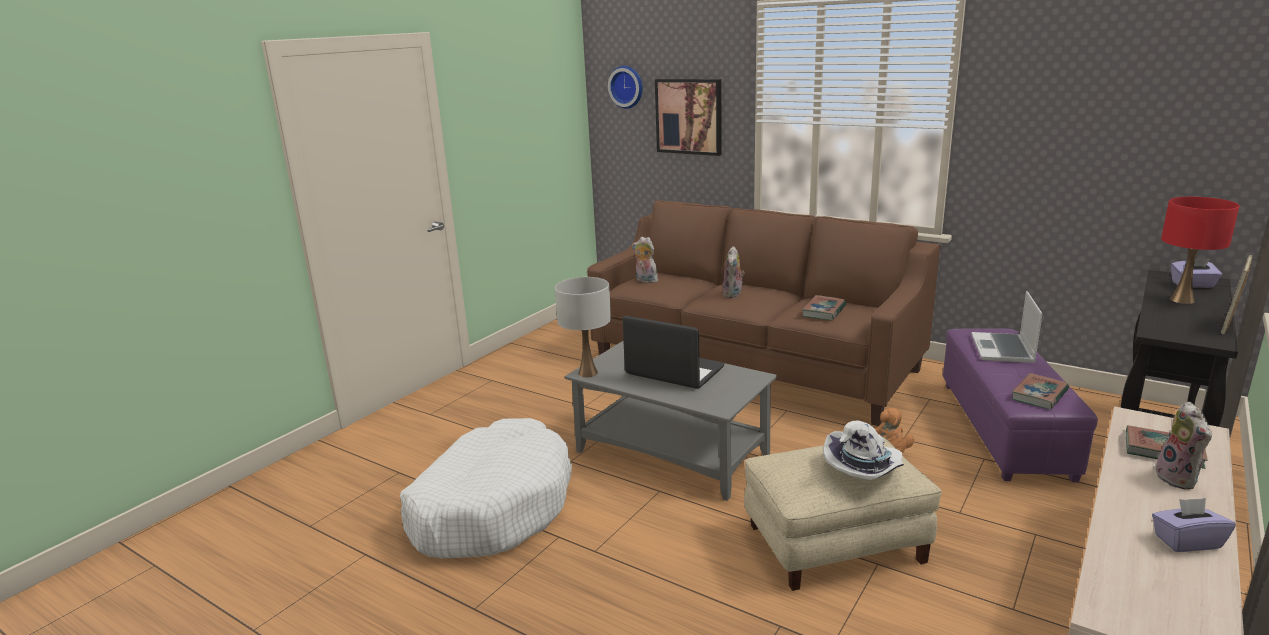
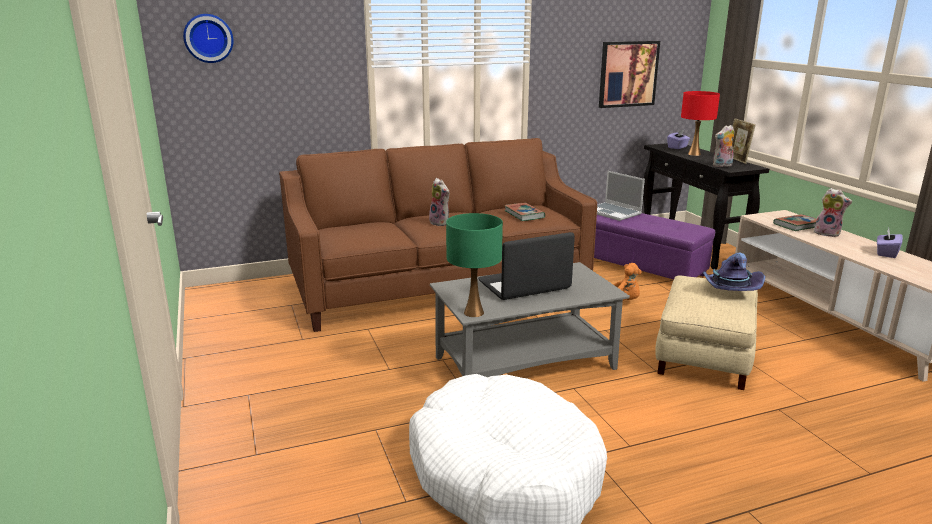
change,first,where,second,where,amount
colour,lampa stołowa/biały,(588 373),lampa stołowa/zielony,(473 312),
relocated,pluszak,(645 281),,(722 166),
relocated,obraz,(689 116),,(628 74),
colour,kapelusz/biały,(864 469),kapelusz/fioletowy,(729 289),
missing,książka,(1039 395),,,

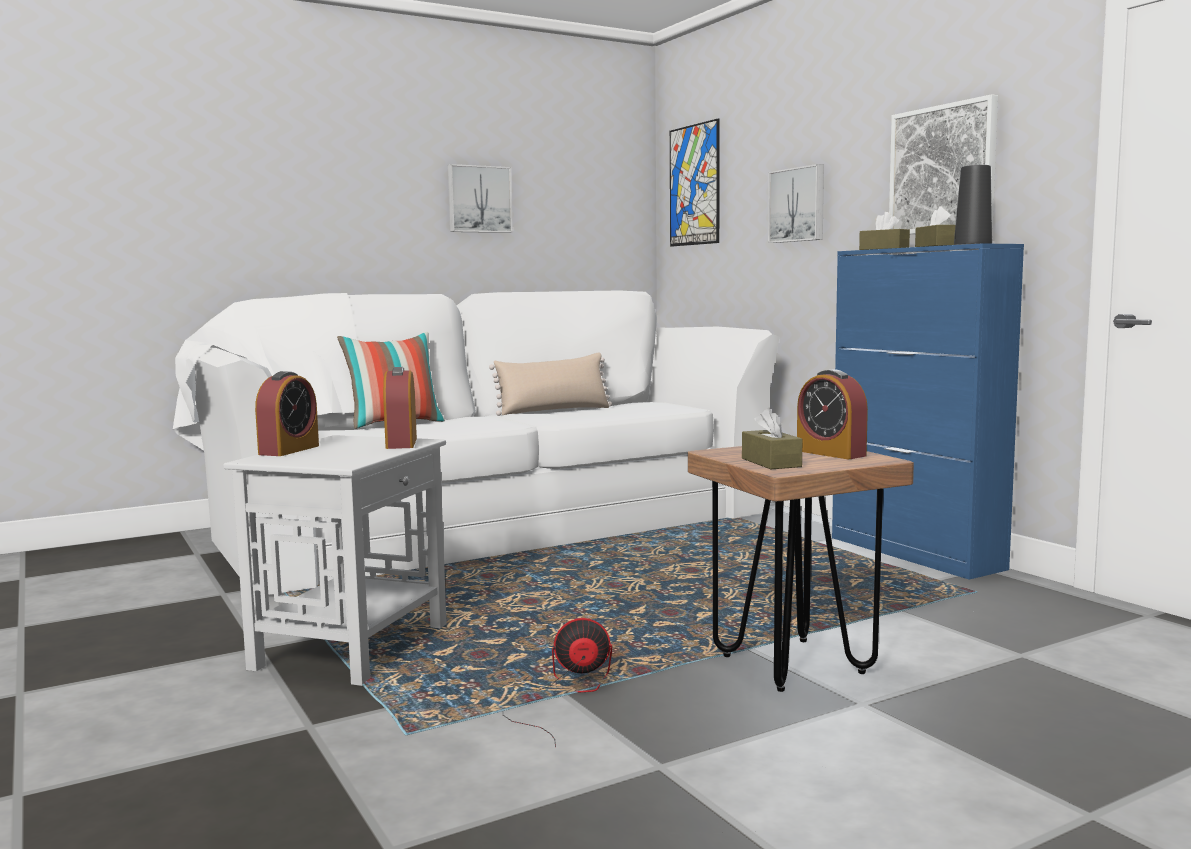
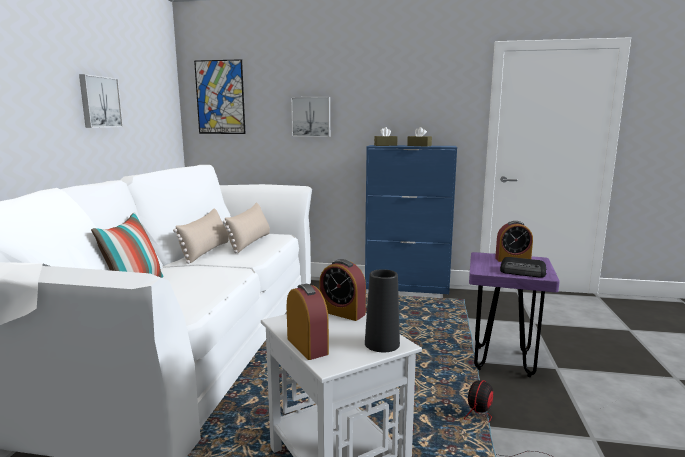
change,first,where,second,where,amount
colour,stołek/brązowy,(793 664),stołek/fioletowy,(503 361),
exchanged,pudełko chusteczek/brązowy,(771 462),radio,(523 272),
missing,obraz,(943 169),,,
relocated,wazon/czarny,(972 244),,(382 344),
appeared,,,poduszka/beżowy,(250 242),

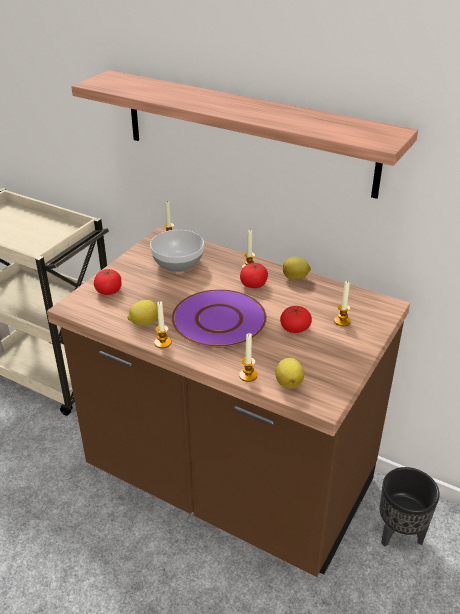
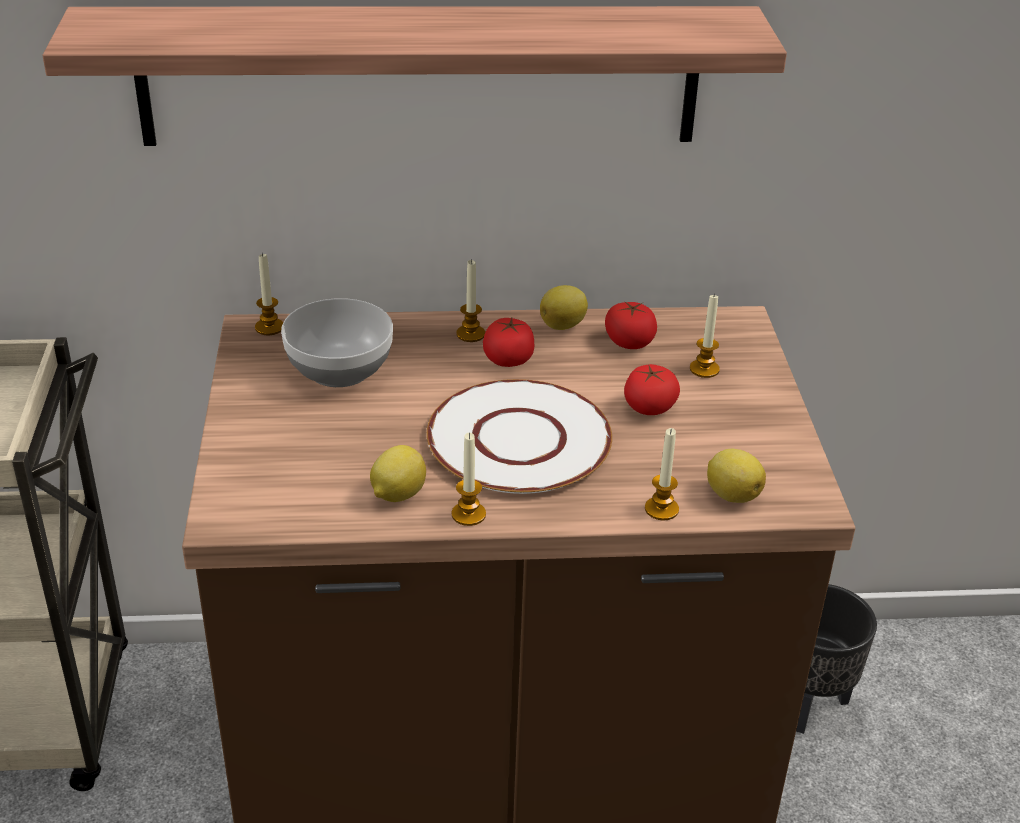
change,first,where,second,where,amount
relocated,pomidor,(109 290),,(629 341),
colour,talerz/fioletowy,(219 320),talerz/biały,(518 439),

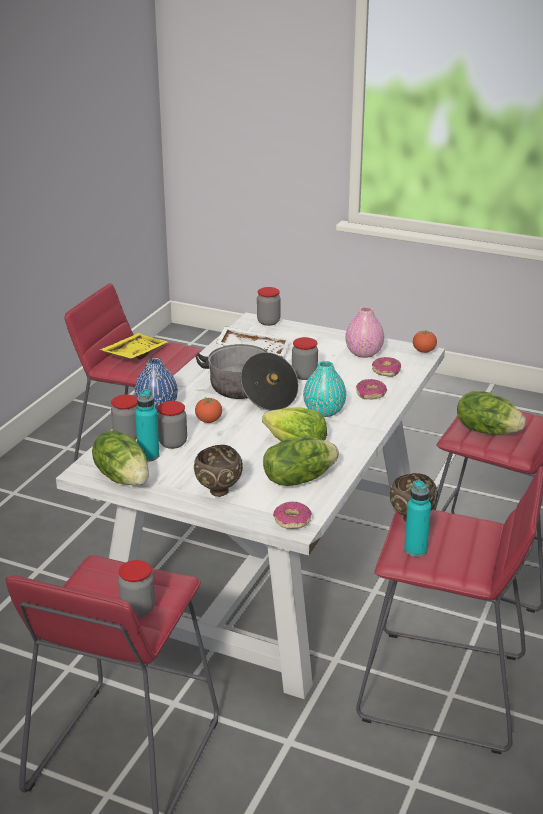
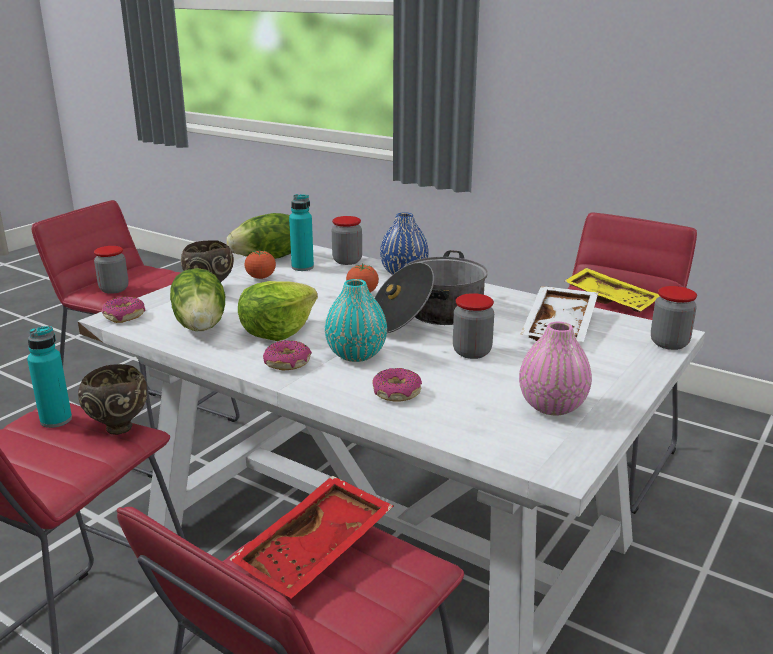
change,first,where,second,where,amount
missing,słoik,(173 443),,,
relocated,donut,(386 371),,(287 363),
relocated,pomidor,(424 351),,(261 277),
exchanged,sałata,(487 430),taca/czerwony,(317 551),

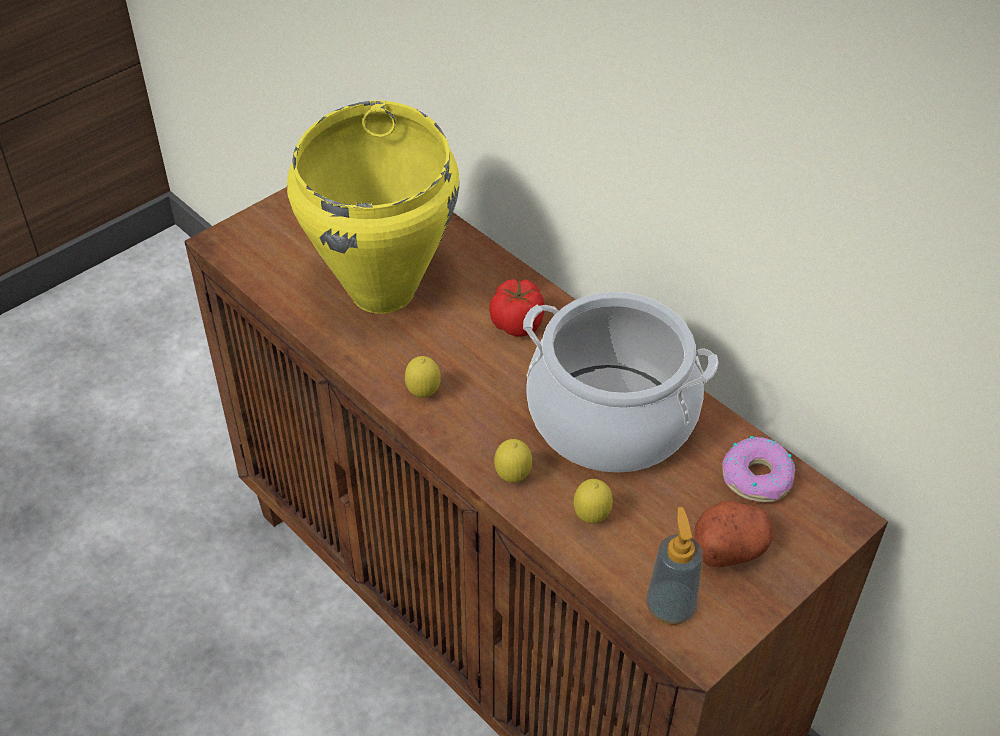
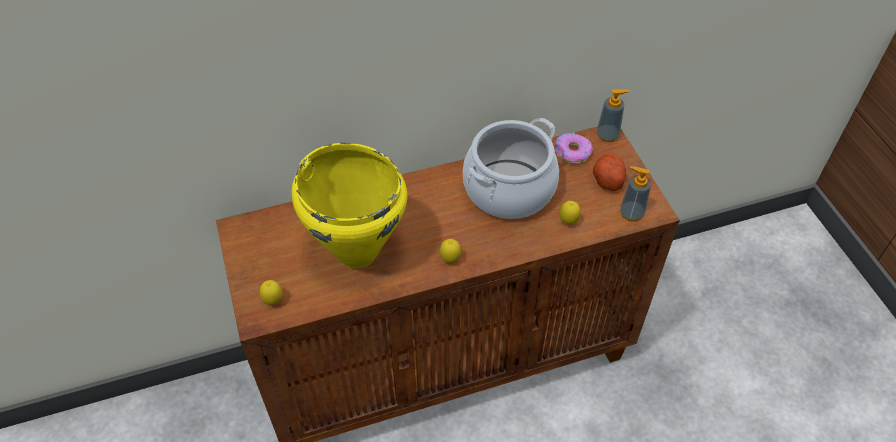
change,first,where,second,where,amount
missing,pomidor,(518 323),,,
relocated,cytryna,(513 478),,(273 301),
appeared,,,dozownik mydła,(607 135),

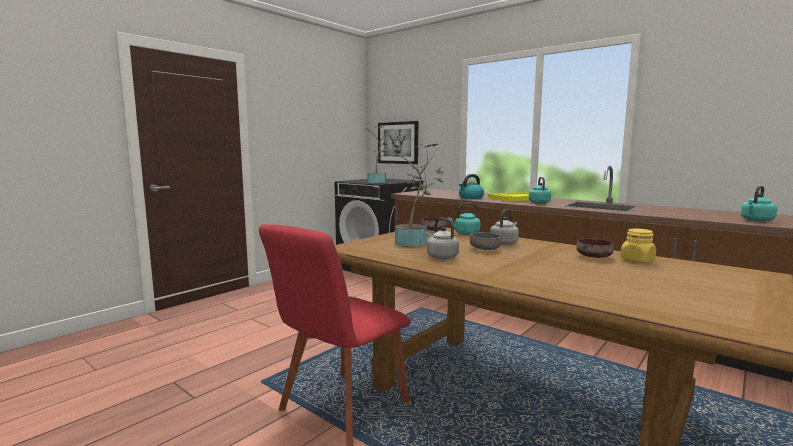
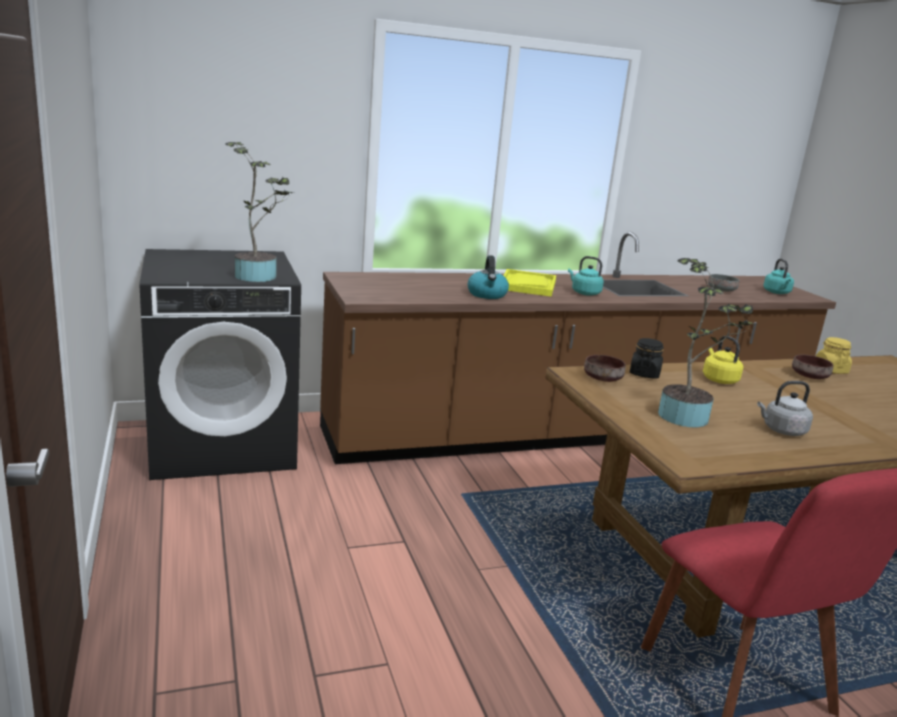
change,first,where,second,where,amount
missing,obraz,(398 143),,,
exchanged,czajnik/turkusowy,(465 233),słoik/czarny,(644 374),
relocated,miska/szary,(486 249),,(722 290),
colour,czajnik/szary,(504 243),czajnik/żółty,(718 379),

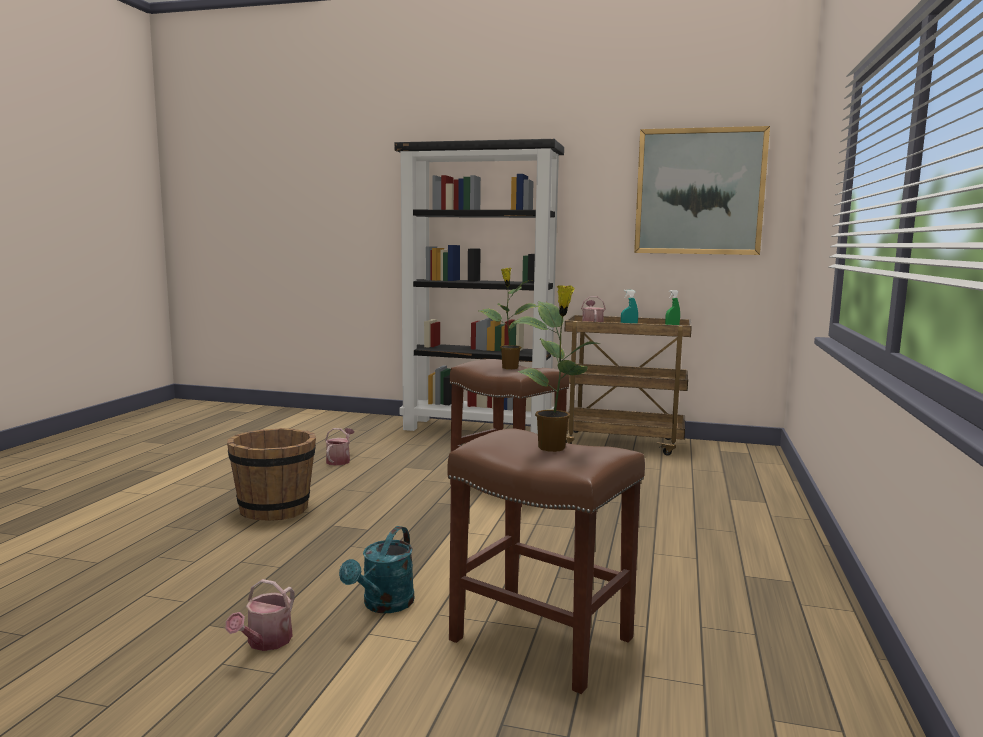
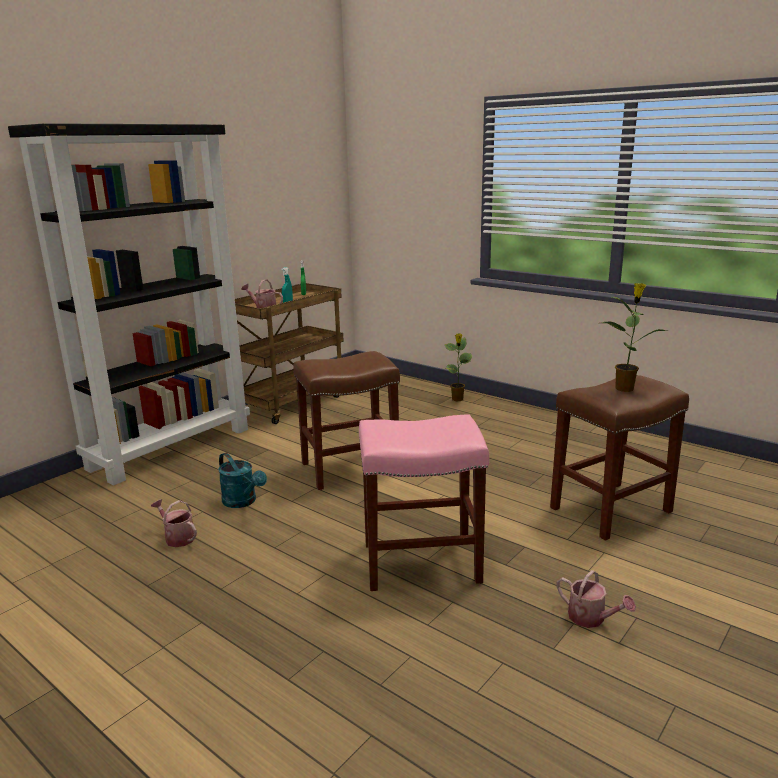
change,first,where,second,where,amount
missing,wiadro/brązowy,(275 509),,,
relocated,konewka/turkusowy,(383 605),,(243 502),
relocated,roślina doniczkowa,(509 368),,(457 399),
missing,obraz,(699 192),,,
appeared,,,stołek/różowy,(419 563),

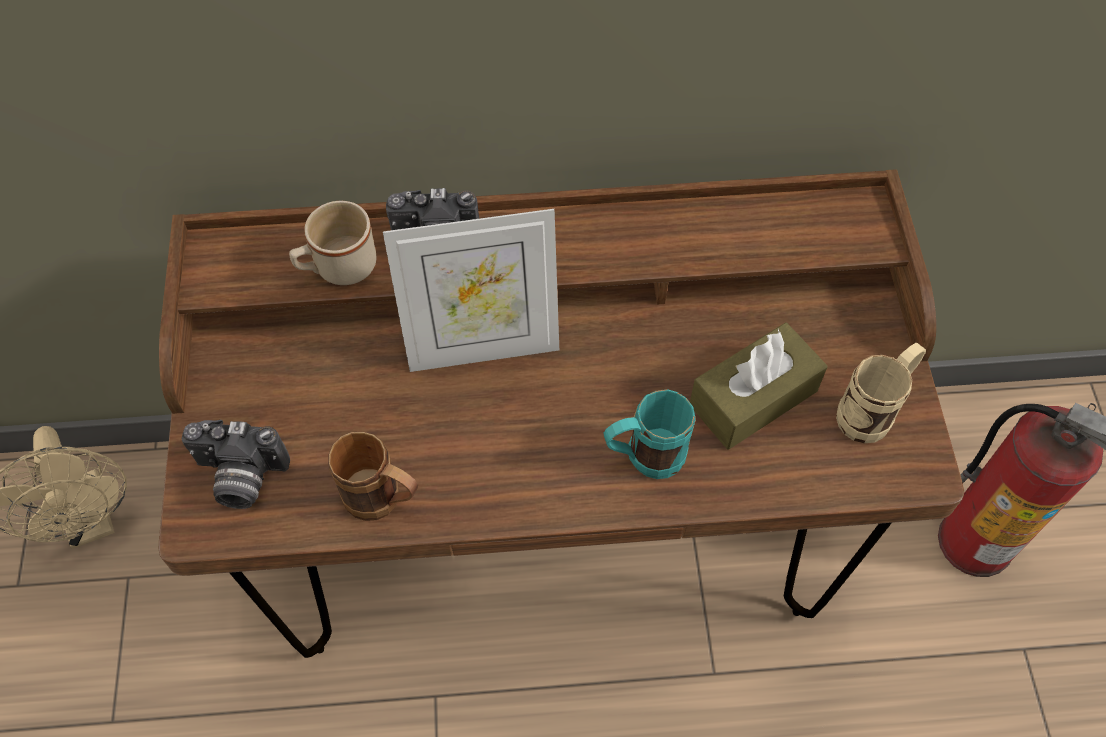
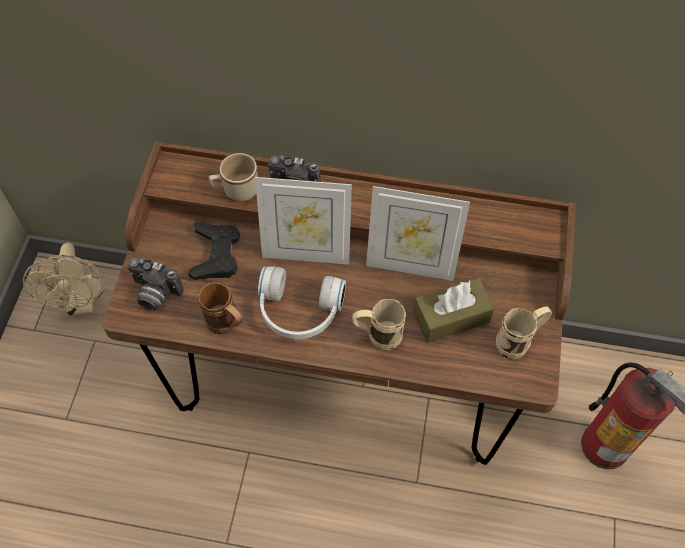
change,first,where,second,where,amount
colour,kubek/turkusowy,(643 458),kubek/beżowy,(377 336),
appeared,,,pad do gier/czarny,(216 254),
appeared,,,słuchawki/biały,(298 312),
appeared,,,ramka na zdjęcie,(411 265),

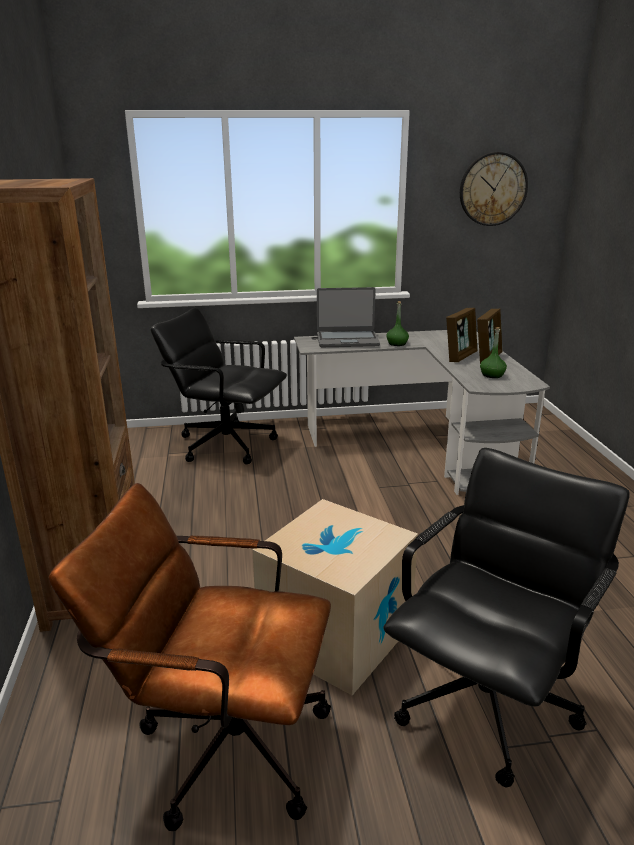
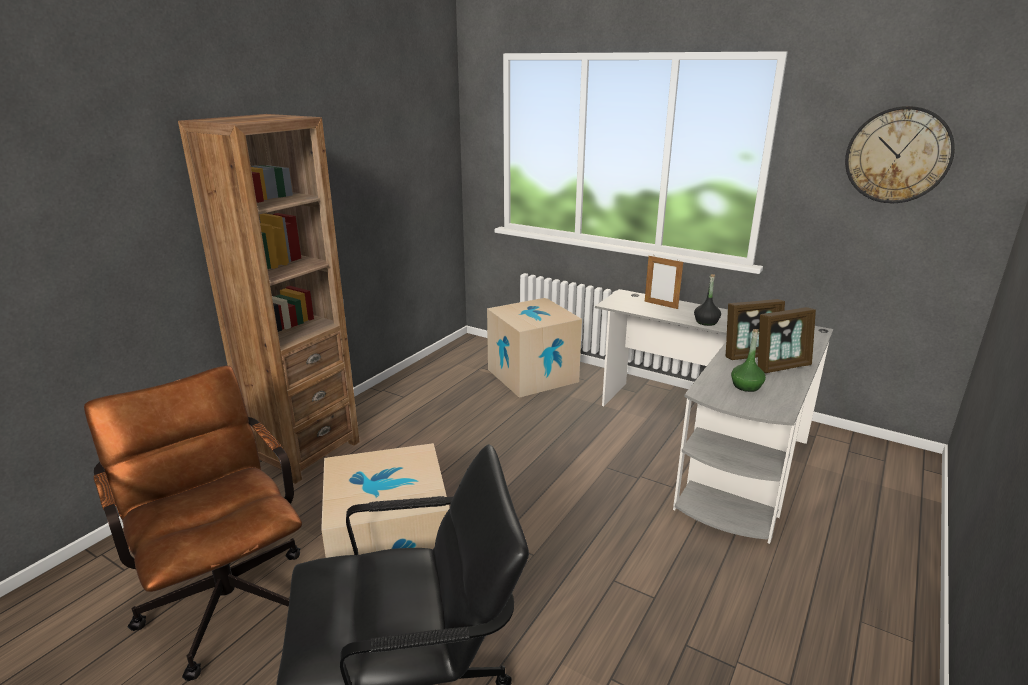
change,first,where,second,where,amount
exchanged,krzesło biurowe/czarny,(226 444),karton,(532 375),
exchanged,laptop,(347 340),ramka na zdjęcie,(661 305),
colour,butelka/zielony,(397 343),butelka/czarny,(706 322),

